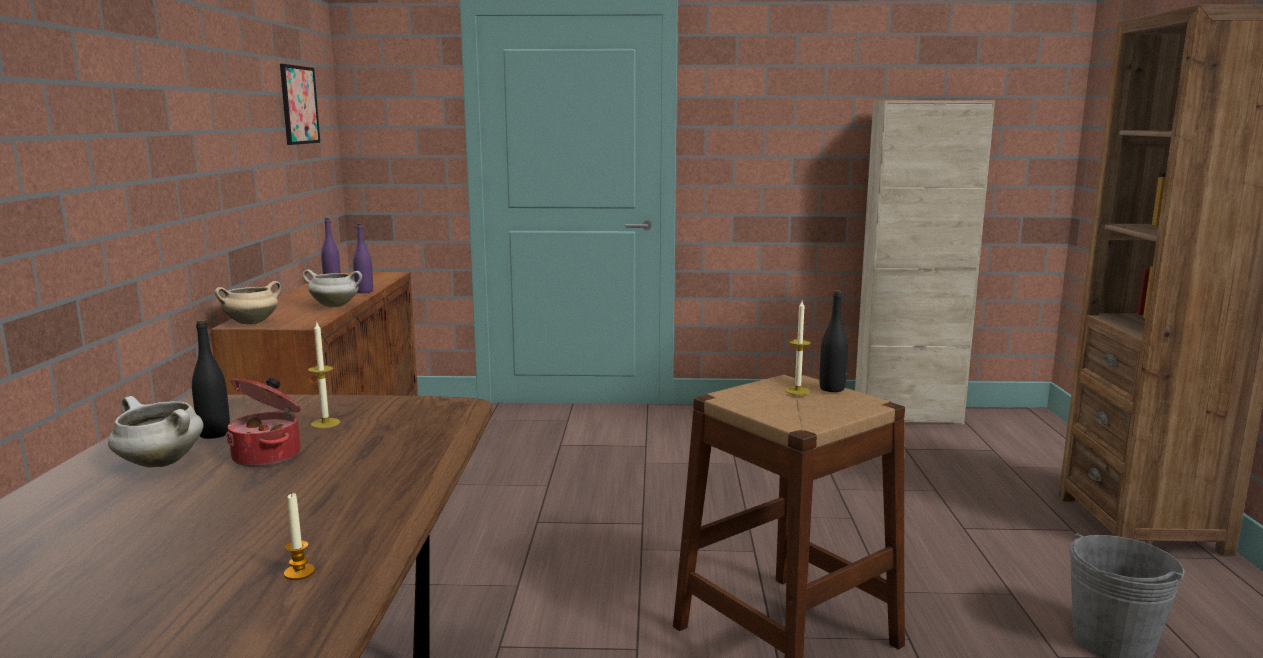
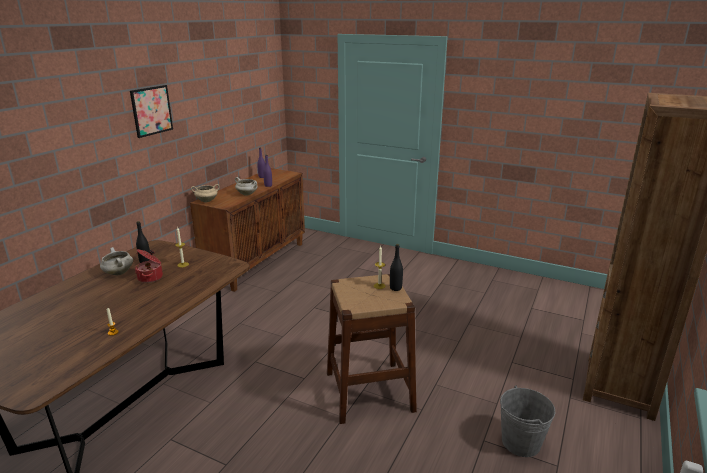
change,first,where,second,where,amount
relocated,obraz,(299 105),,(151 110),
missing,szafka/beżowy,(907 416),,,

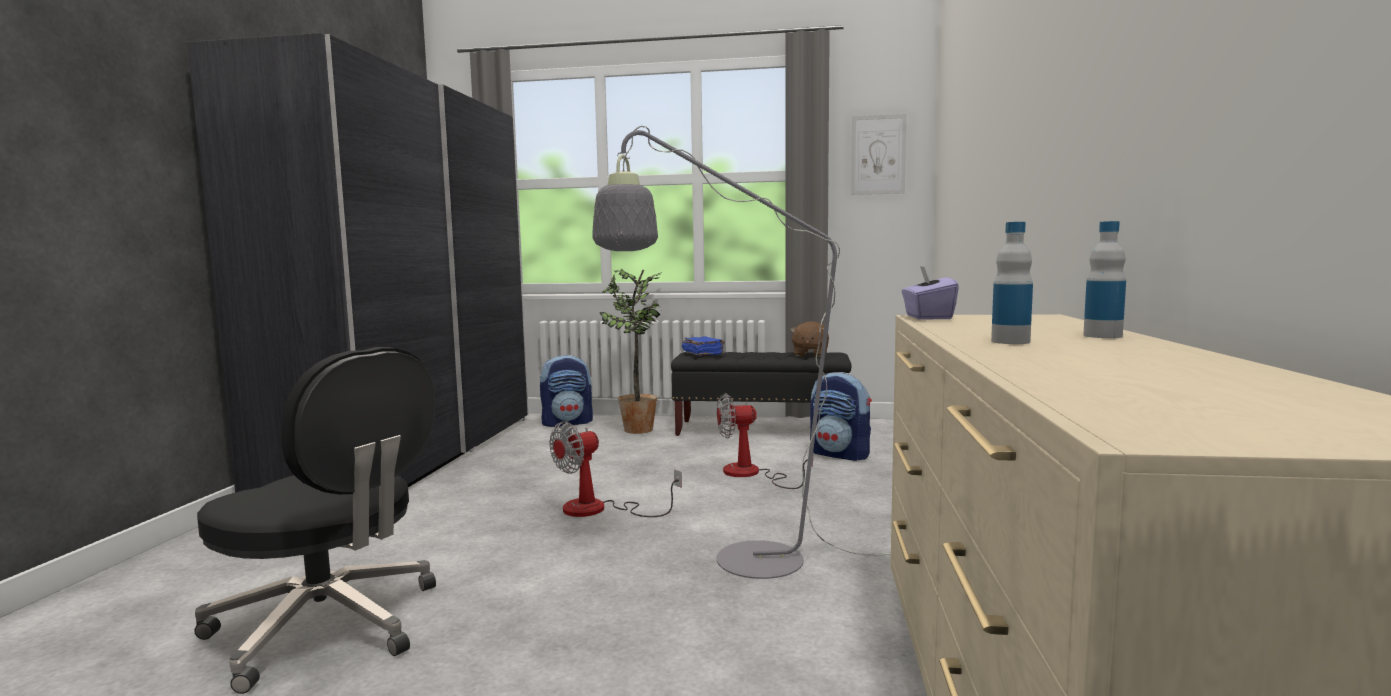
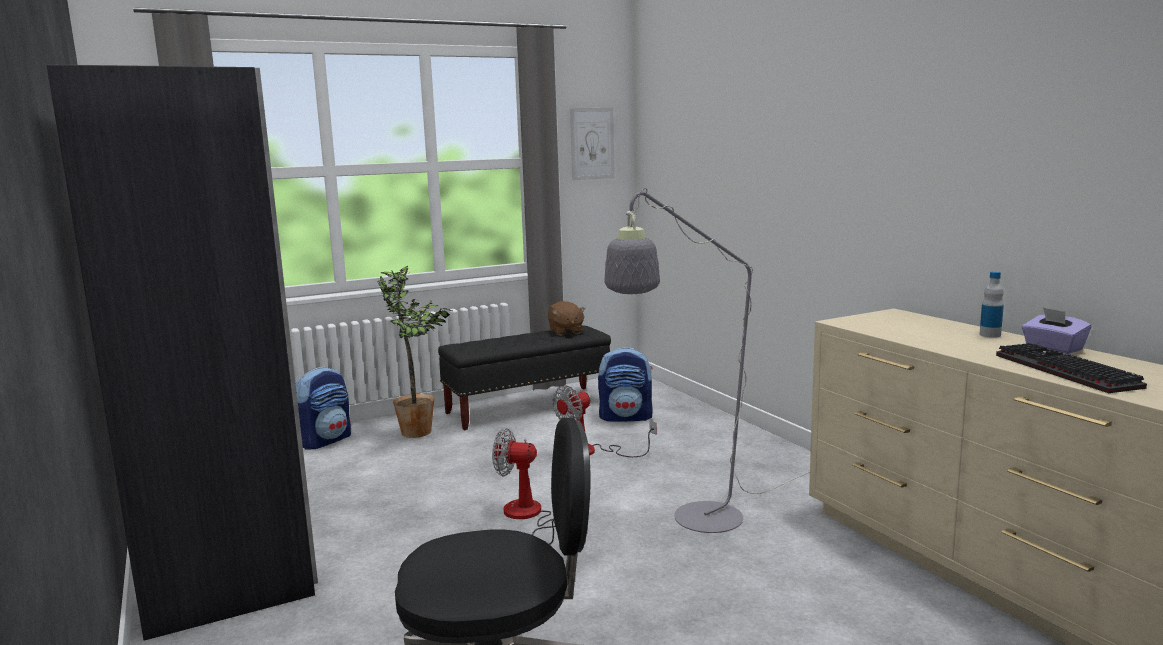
change,first,where,second,where,amount
spun,wentylator,(599 510),,(528 516),90 degrees clockwise
missing,książka/niebieski,(703 354),,,
relocated,pudełko chusteczek/fioletowy,(927 317),,(1053 348),
missing,butelka,(1010 342),,,
appeared,,,klawiatura,(1060 371),

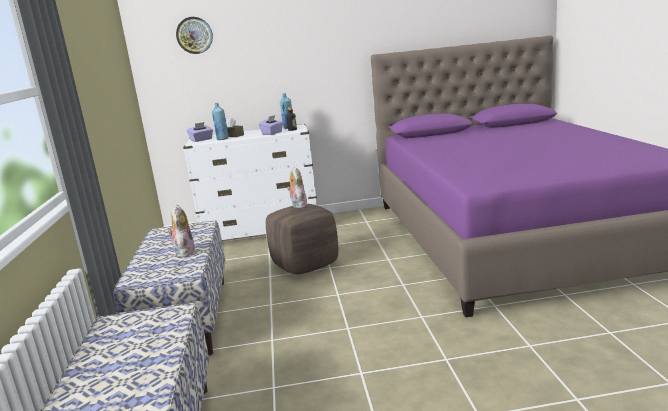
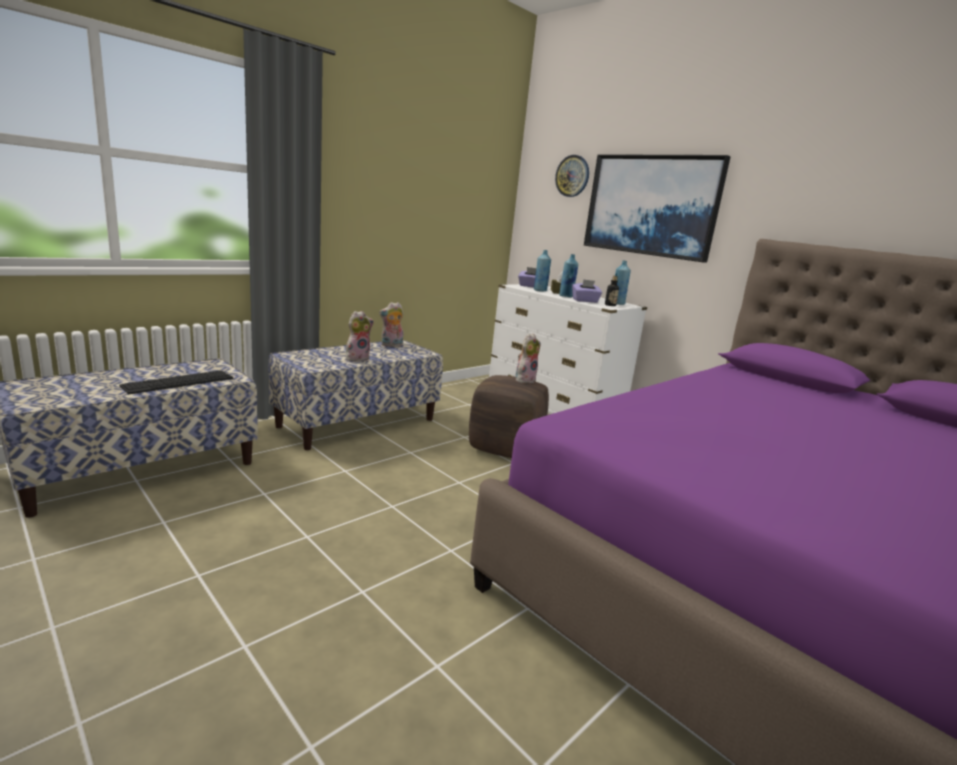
change,first,where,second,where,amount
appeared,,,klawiatura,(179 382),
appeared,,,pluszak,(391 345),
appeared,,,butelka/niebieski,(566 296),
appeared,,,obraz,(651 205),

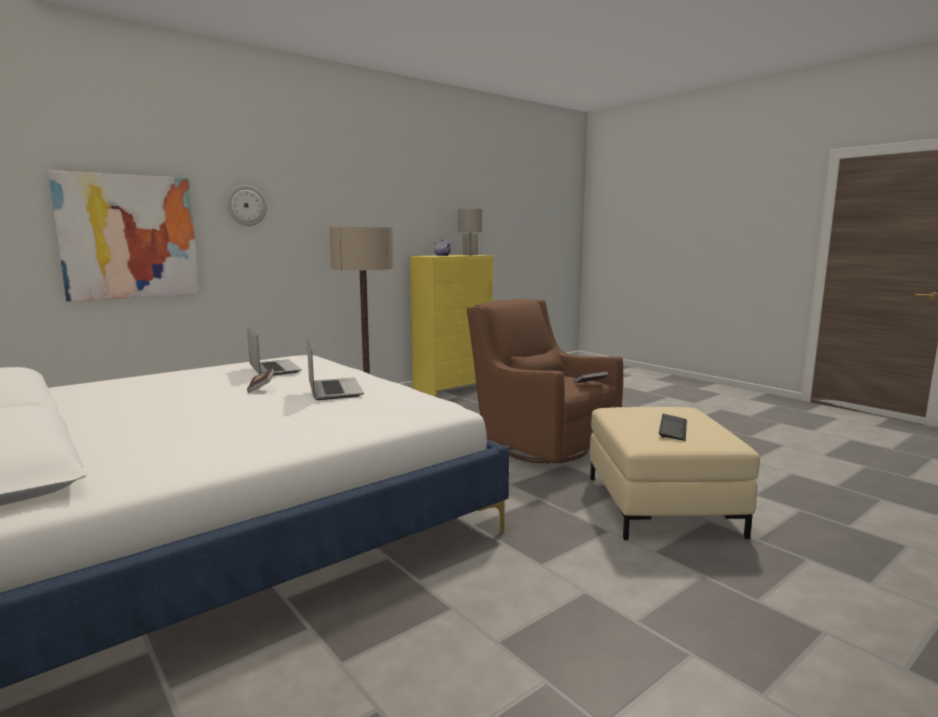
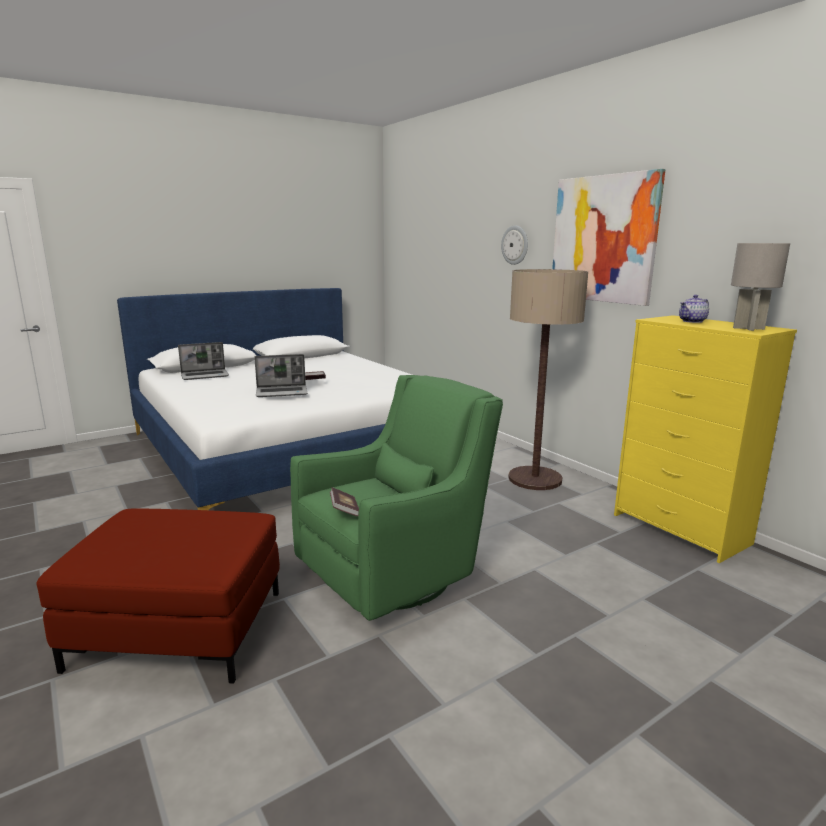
change,first,where,second,where,amount
relocated,obraz,(129 237),,(603 239),
relocated,laptop,(273 369),,(205 375),
colour,fotel/brązowy,(540 446),fotel/zielony,(397 573),
colour,pufa/beżowy,(662 506),pufa/czerwony,(177 630),
missing,klawiatura,(673 428),,,

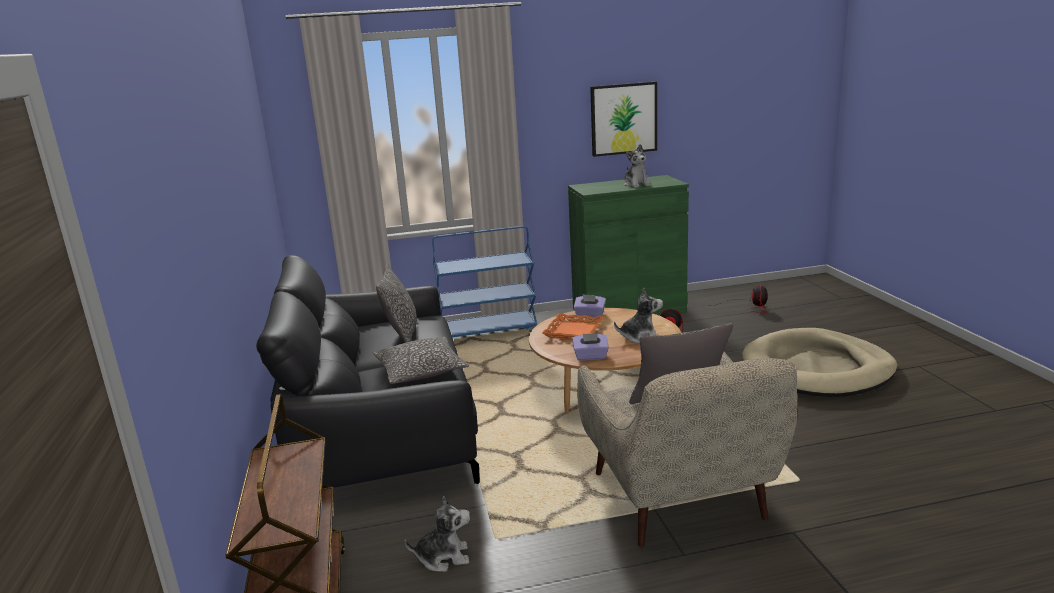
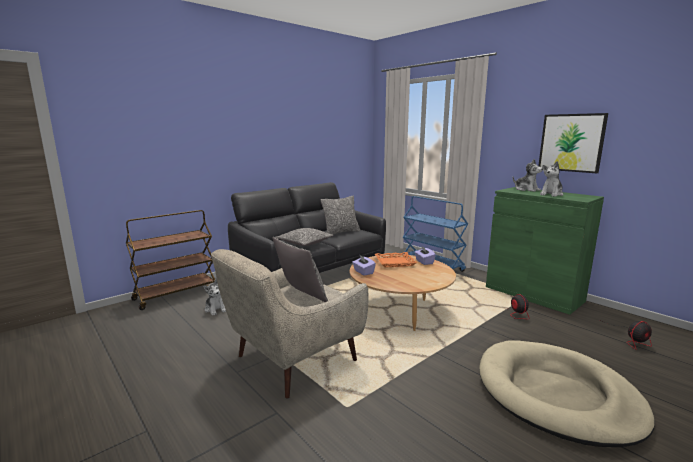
change,first,where,second,where,amount
relocated,pluszak,(640 337),,(526 190),

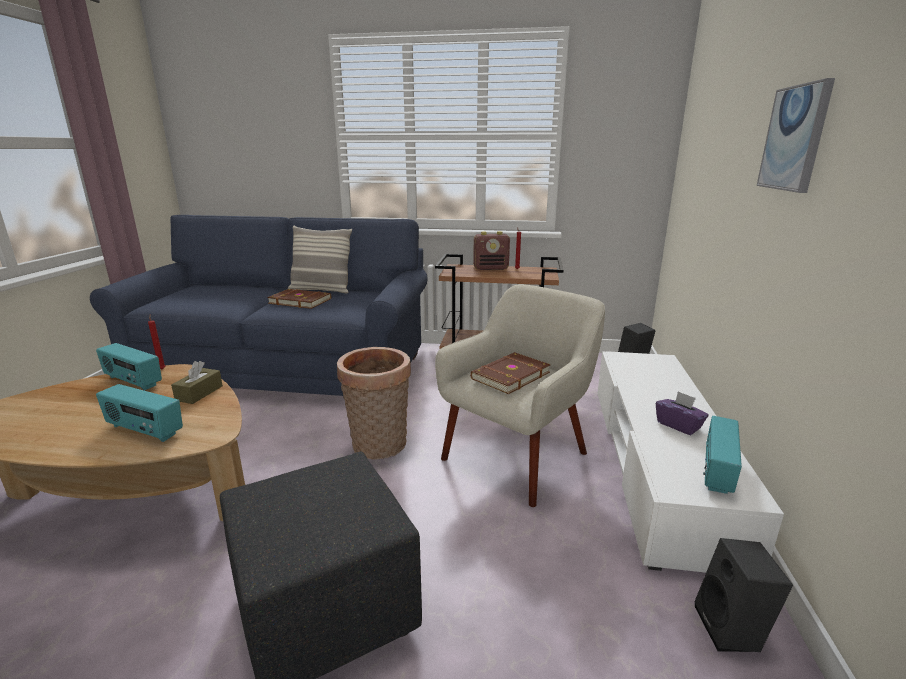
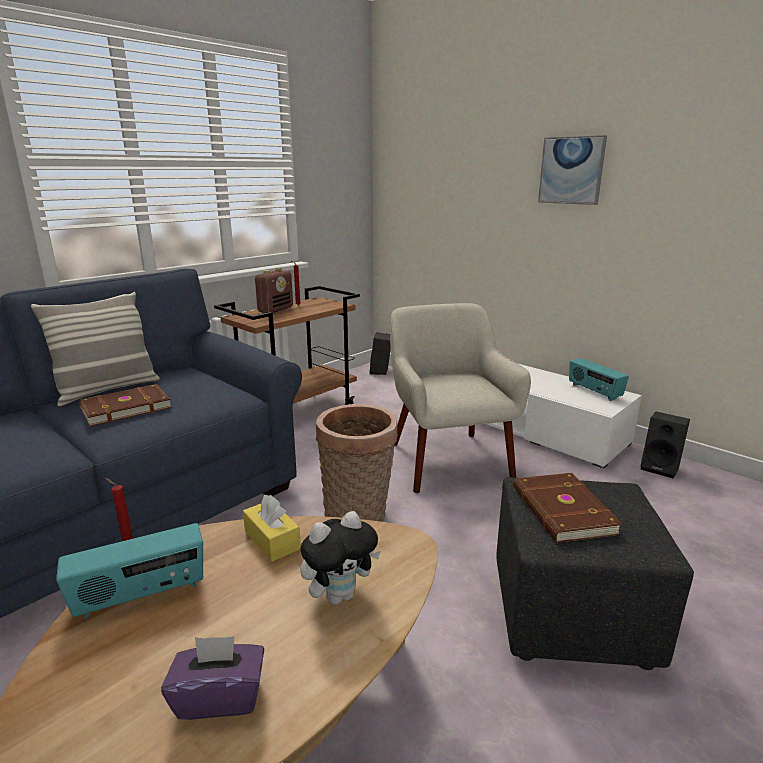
change,first,where,second,where,amount
exchanged,radio,(144 431),pluszak,(340 595),
colour,pudełko chusteczek/brązowy,(199 393),pudełko chusteczek/żółty,(272 540),
relocated,książka/brązowy,(509 375),,(561 511),
relocated,pudełko chusteczek/fioletowy,(678 425),,(220 697),

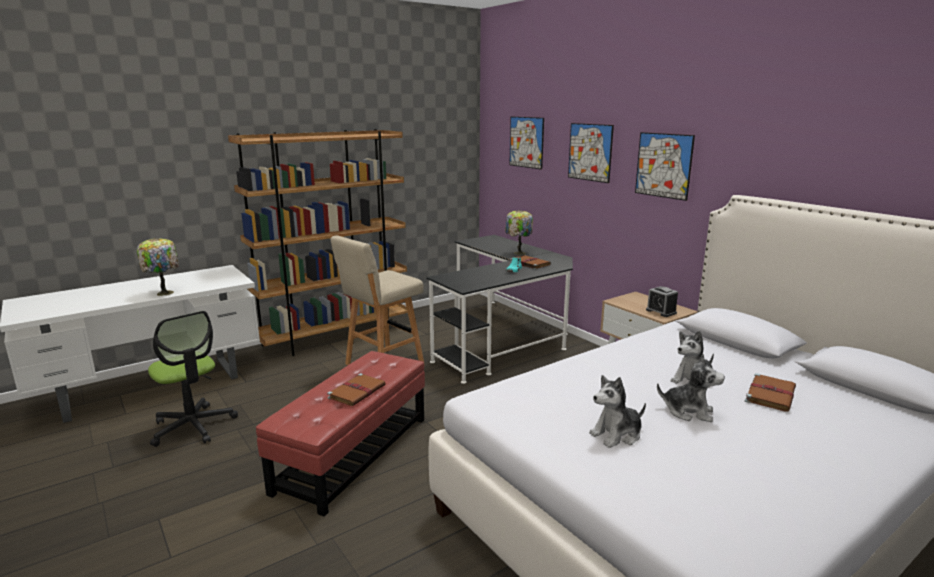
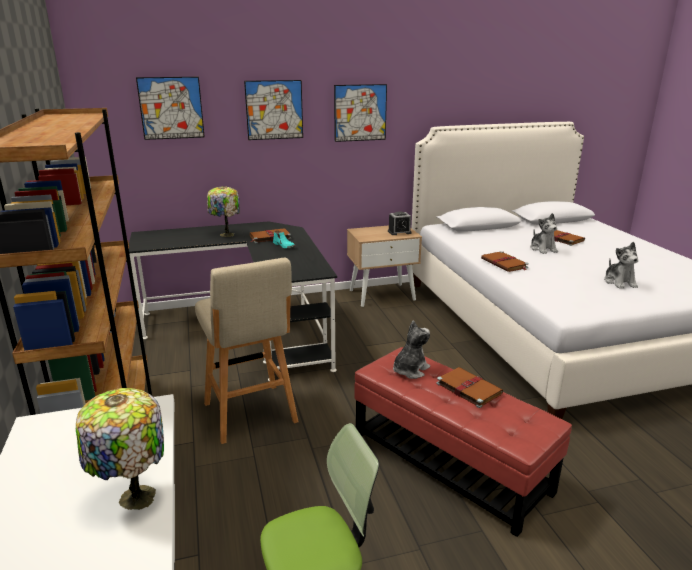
change,first,where,second,where,amount
relocated,pluszak,(688 411),,(410 370),
appeared,,,książka/brązowy,(504 263),

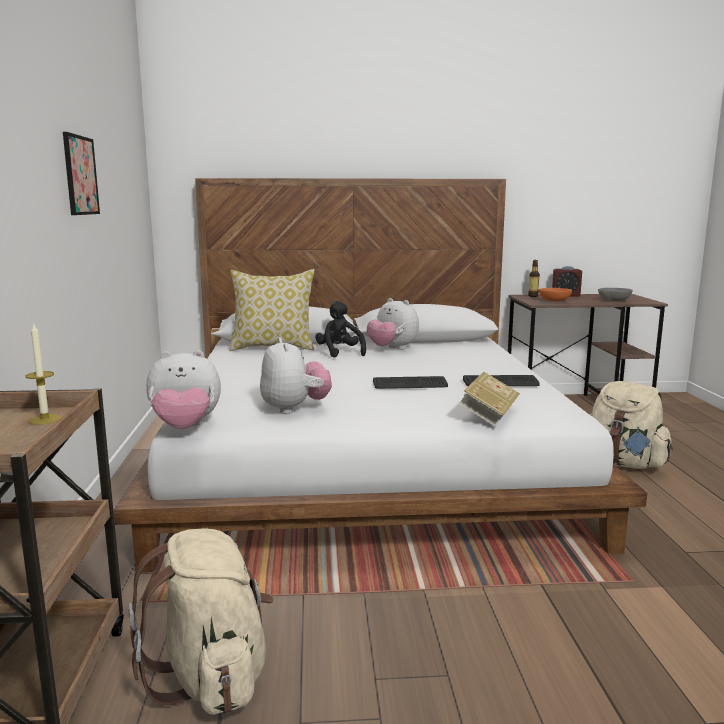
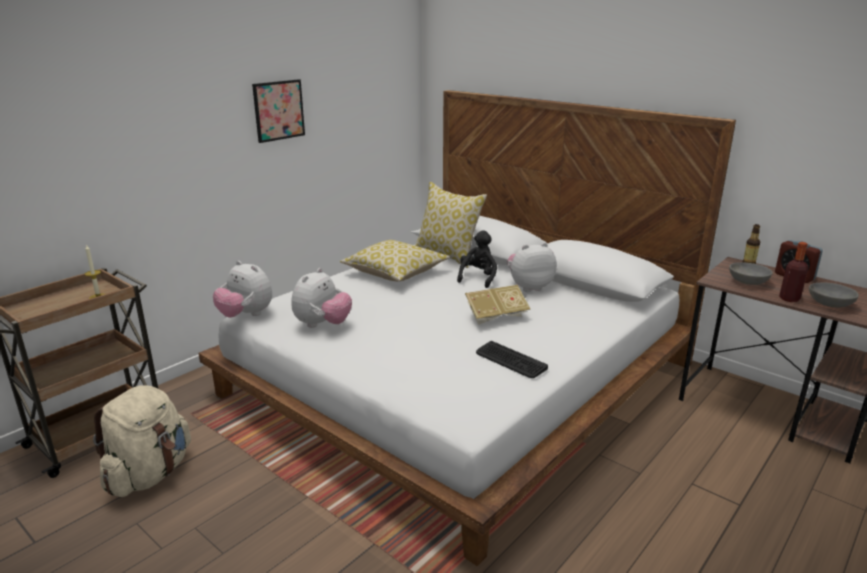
change,first,where,second,where,amount
spun,pluszak,(392 349),,(529 287),75 degrees clockwise
missing,klawiatura,(410 384),,,
relocated,książka,(489 414),,(496 316),
colour,miska/pomarańczowy,(554 301),miska/szary,(748 282),
missing,plecak/beżowy,(624 463),,,
appeared,,,poduszka,(395 273),
appeared,,,butelka,(789 299),

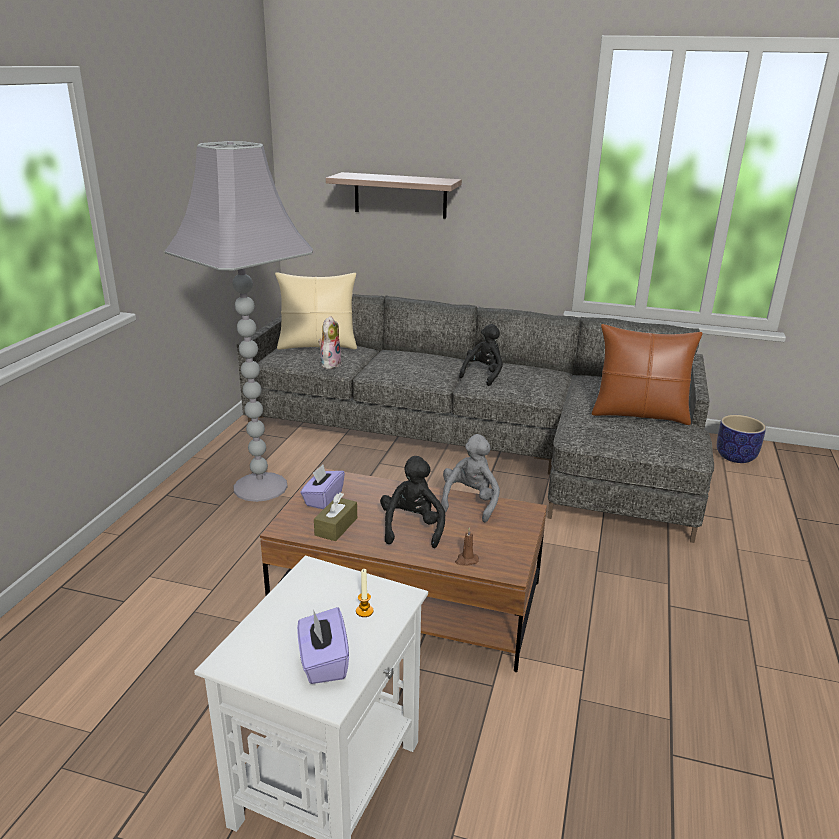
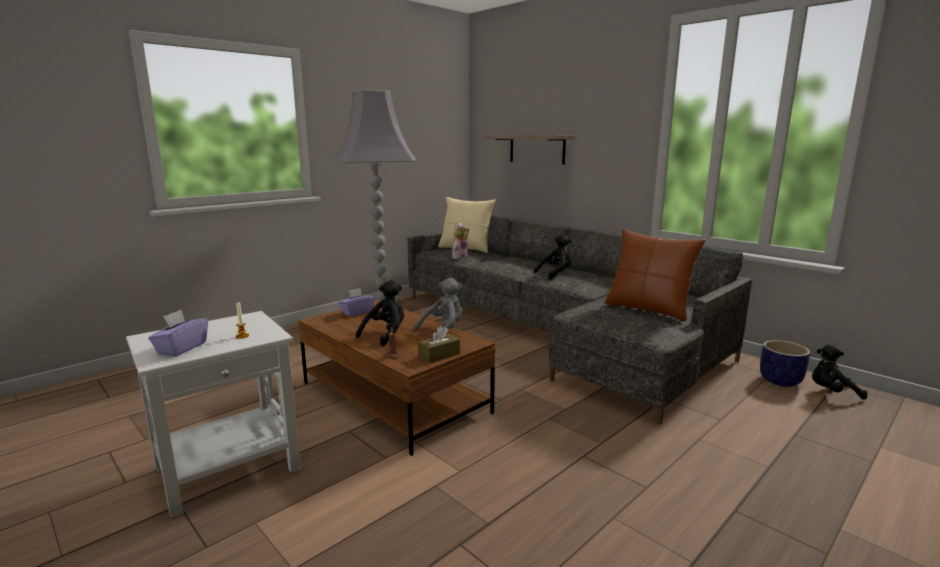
change,first,where,second,where,amount
relocated,pudełko chusteczek/brązowy,(336 526),,(439 355),
appeared,,,pluszak/czarny,(832 392),

